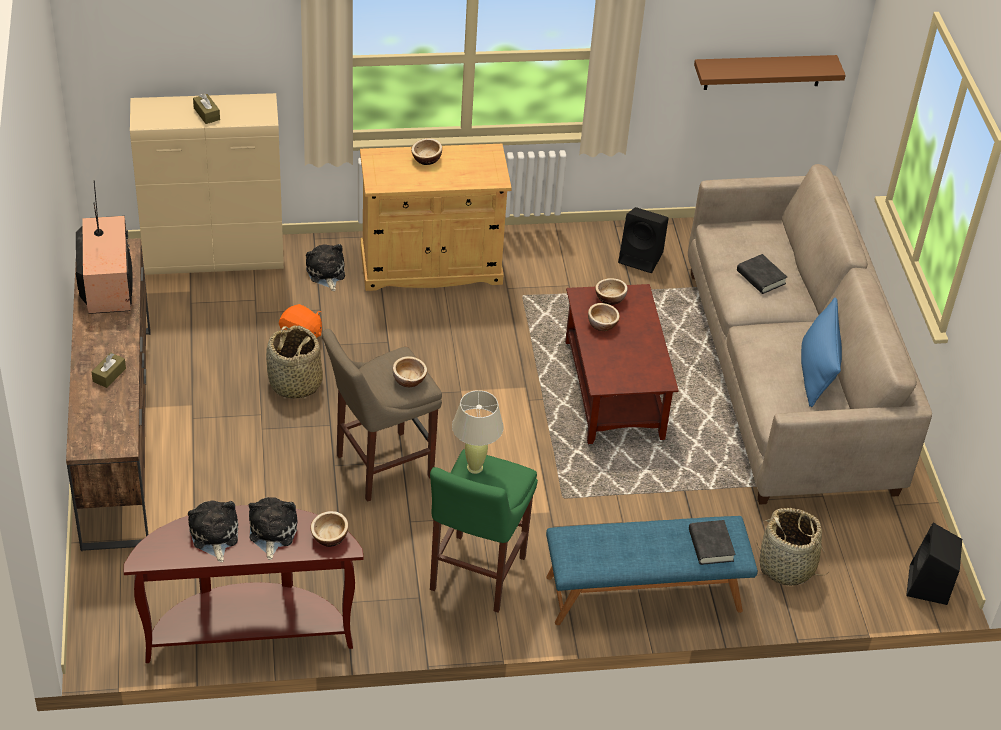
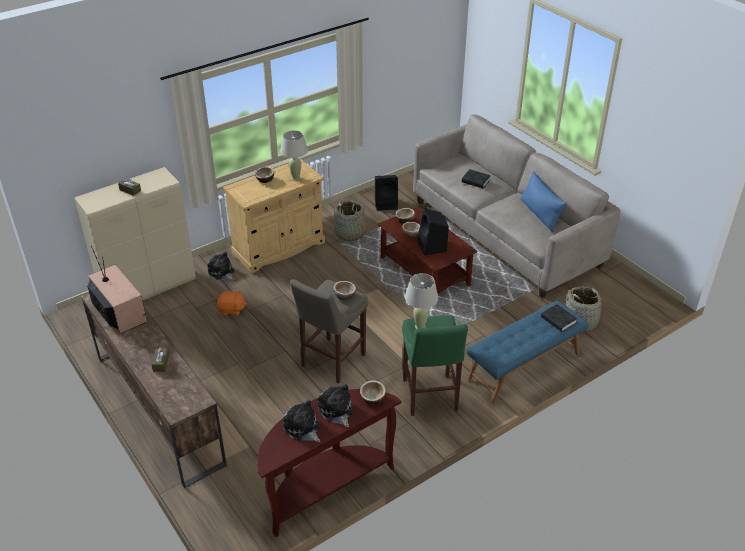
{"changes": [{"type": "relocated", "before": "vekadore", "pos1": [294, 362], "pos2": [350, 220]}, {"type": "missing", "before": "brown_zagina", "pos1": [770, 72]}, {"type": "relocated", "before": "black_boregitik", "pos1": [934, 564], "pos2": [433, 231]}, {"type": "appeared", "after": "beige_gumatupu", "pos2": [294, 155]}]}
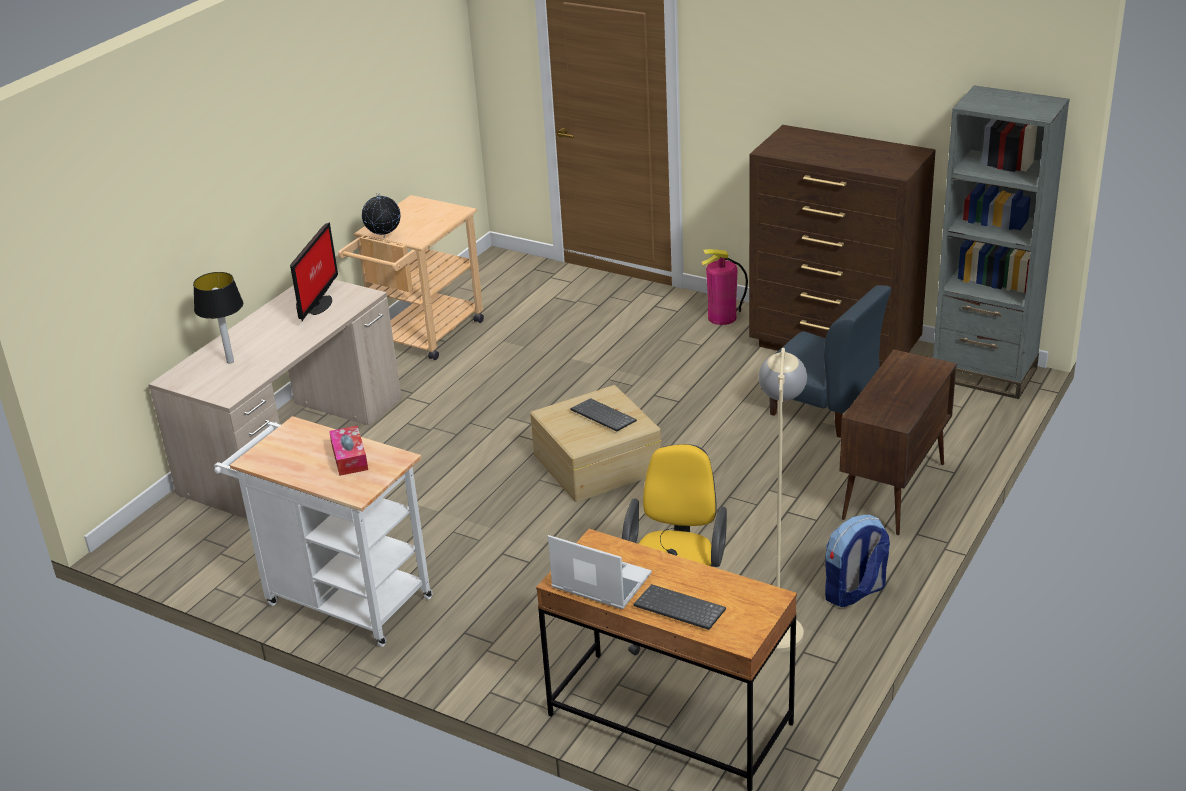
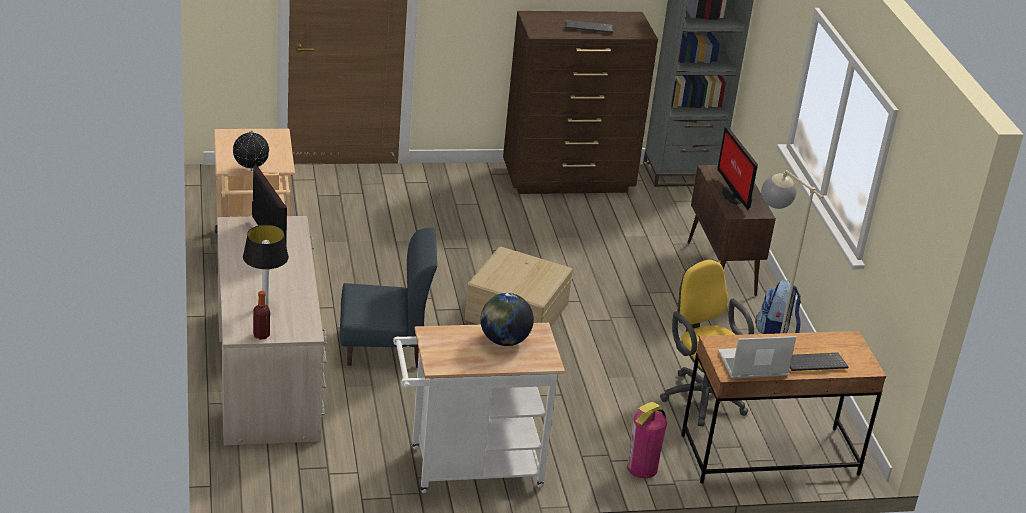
{"changes": [{"type": "exchanged", "before": "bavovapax", "after": "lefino", "pos1": [348, 451], "pos2": [507, 319]}, {"type": "relocated", "before": "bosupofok", "pos1": [603, 414], "pos2": [589, 26]}, {"type": "relocated", "before": "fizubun", "pos1": [724, 287], "pos2": [647, 440]}, {"type": "relocated", "before": "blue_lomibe", "pos1": [826, 361], "pos2": [388, 298]}, {"type": "appeared", "after": "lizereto", "pos2": [261, 315]}, {"type": "appeared", "after": "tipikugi", "pos2": [737, 168]}]}
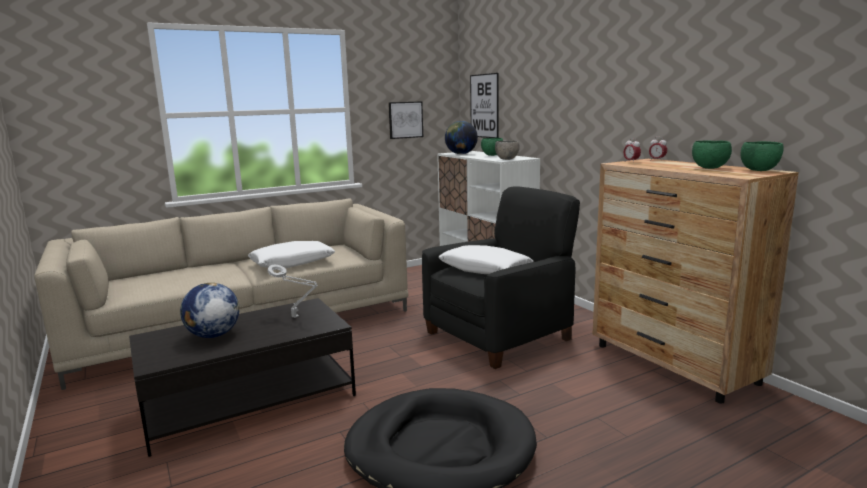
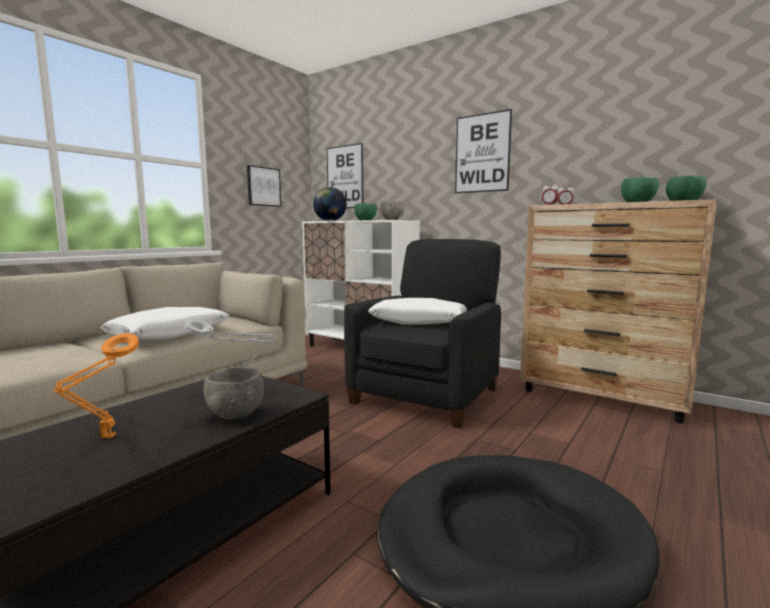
{"changes": [{"type": "exchanged", "before": "lefino", "after": "orange_gumatupu", "pos1": [209, 310], "pos2": [96, 386]}, {"type": "appeared", "after": "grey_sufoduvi", "pos2": [234, 393]}, {"type": "appeared", "after": "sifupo", "pos2": [483, 151]}]}
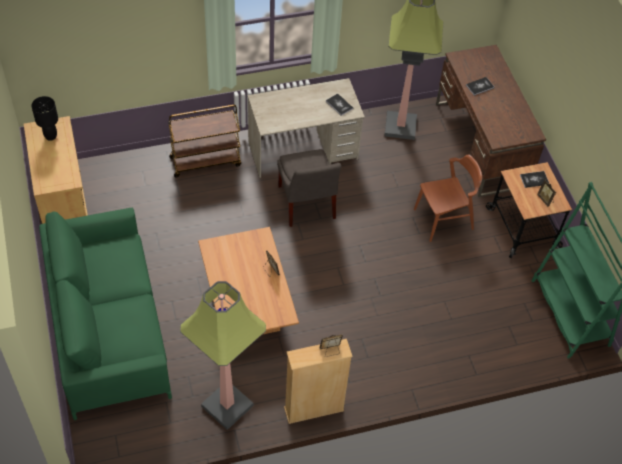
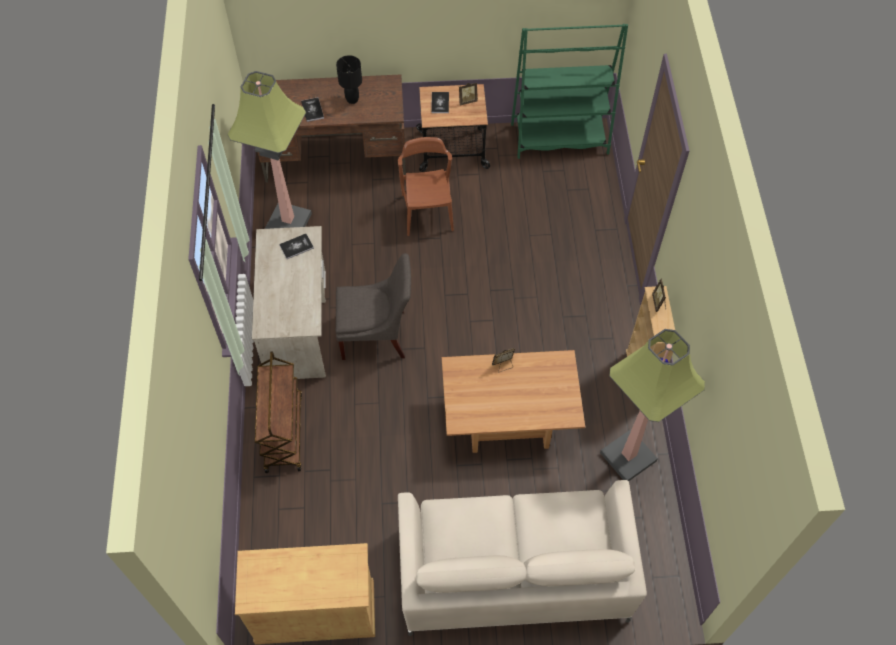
{"changes": [{"type": "relocated", "before": "black_gumatupu", "pos1": [44, 118], "pos2": [349, 79]}, {"type": "colour", "before": "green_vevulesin", "after": "beige_vevulesin", "pos1": [105, 314], "pos2": [522, 558]}]}
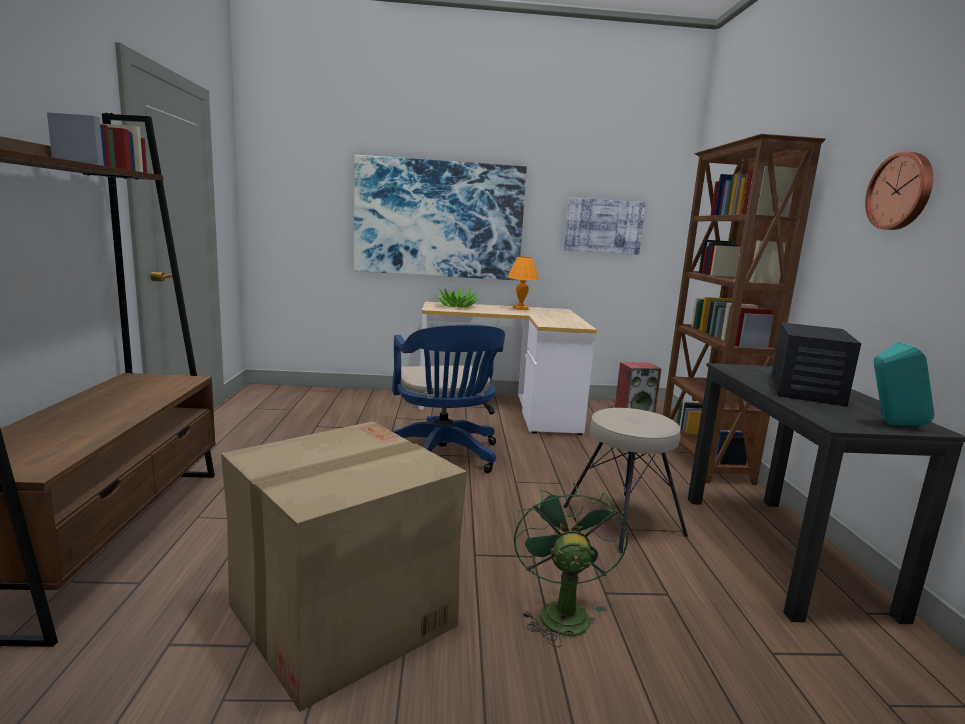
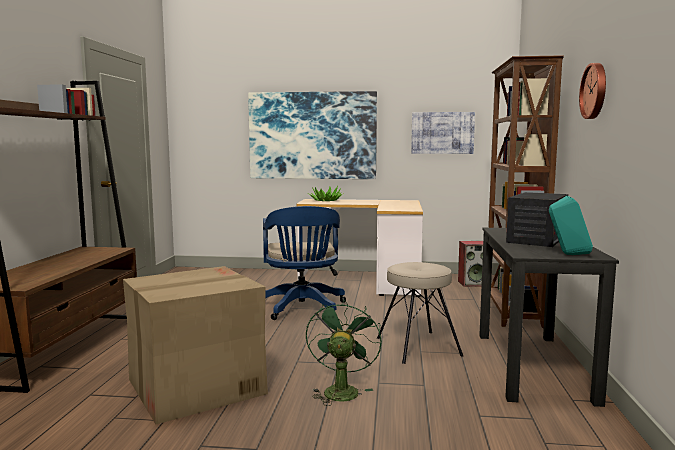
{"changes": [{"type": "missing", "before": "orange_gumatupu", "pos1": [523, 283]}]}
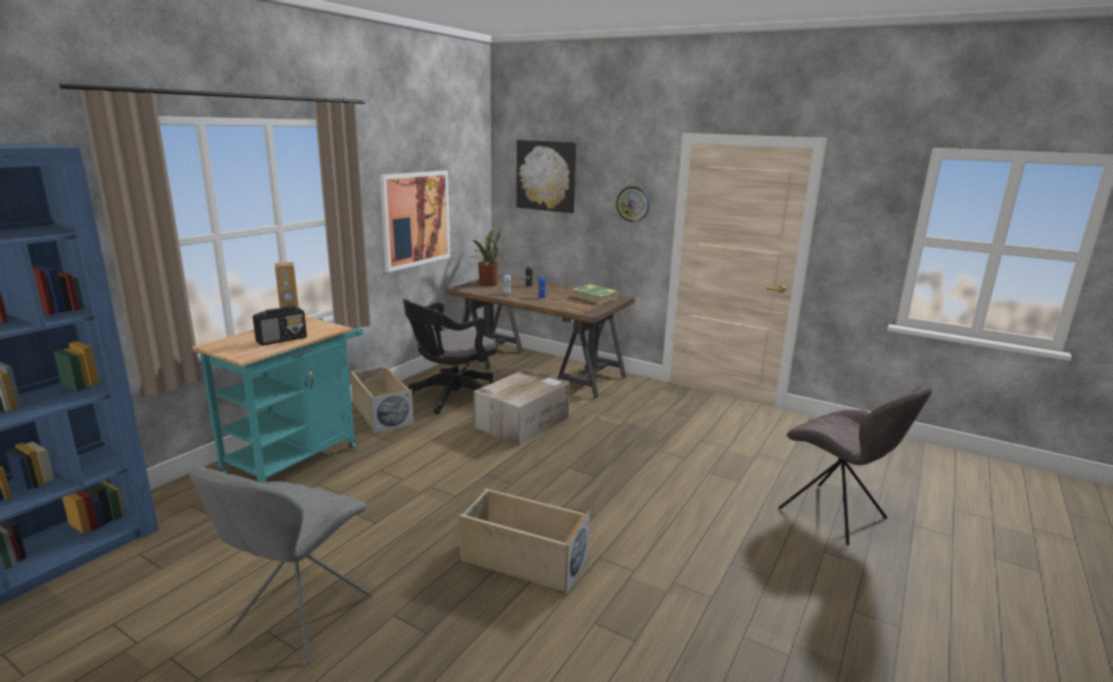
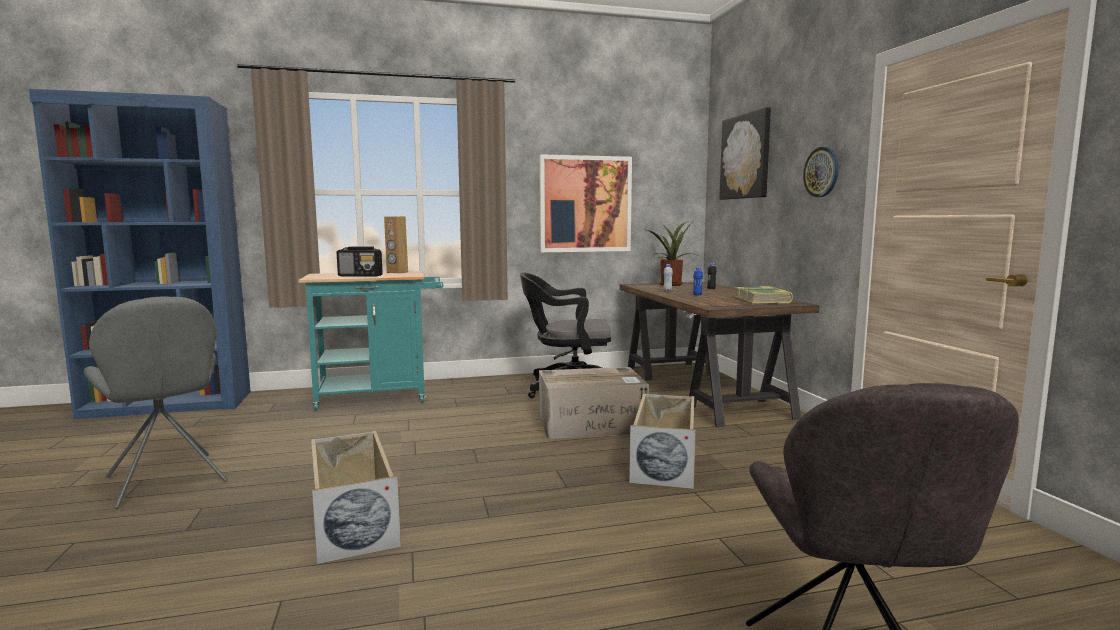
{"changes": [{"type": "spun", "before": "grey_lomibe", "pos1": [280, 565], "pos2": [156, 402], "turn": -105}, {"type": "relocated", "before": "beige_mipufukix", "pos1": [382, 399], "pos2": [662, 441]}]}
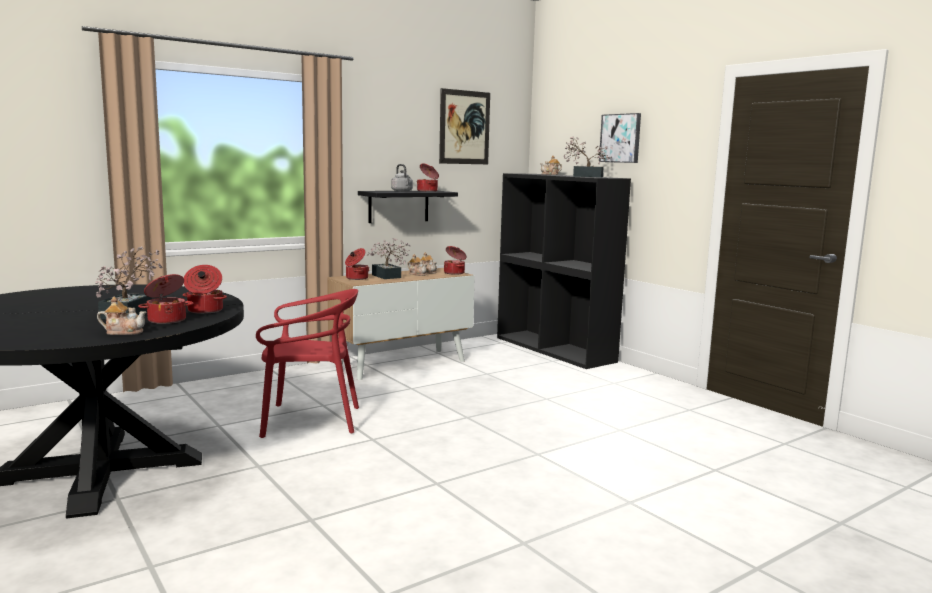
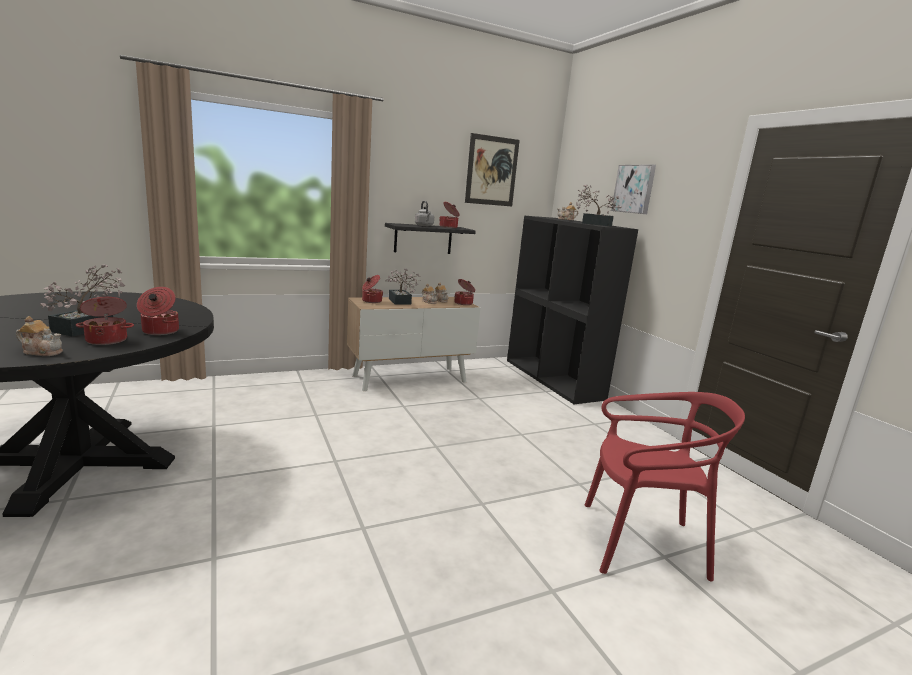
{"changes": [{"type": "relocated", "before": "red_lomibe", "pos1": [307, 363], "pos2": [665, 486]}]}
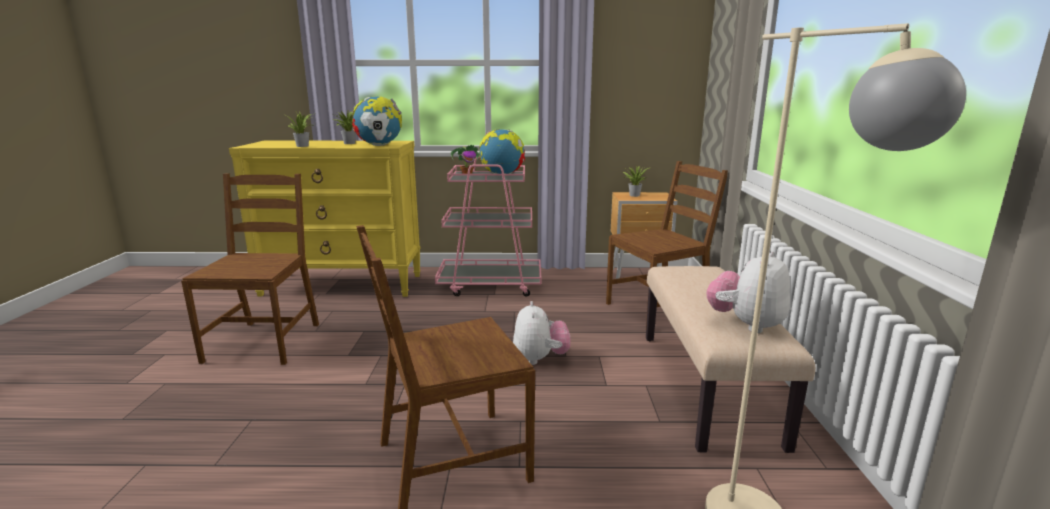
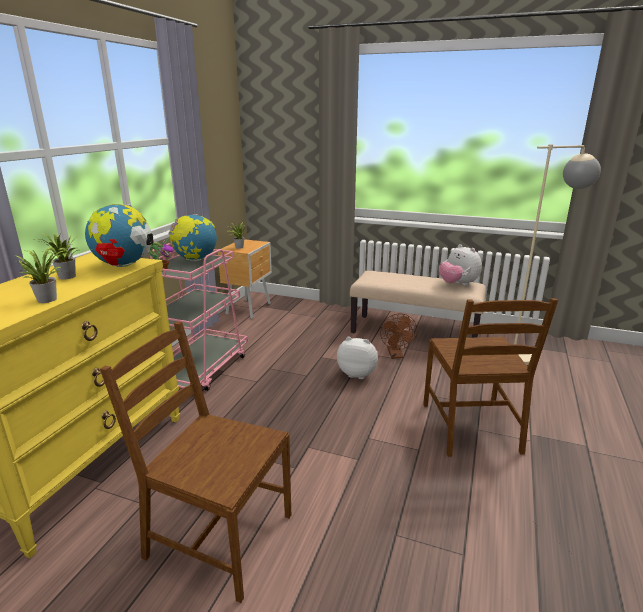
{"changes": [{"type": "missing", "before": "brown_lomibe", "pos1": [667, 242]}, {"type": "appeared", "after": "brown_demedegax", "pos2": [398, 336]}]}
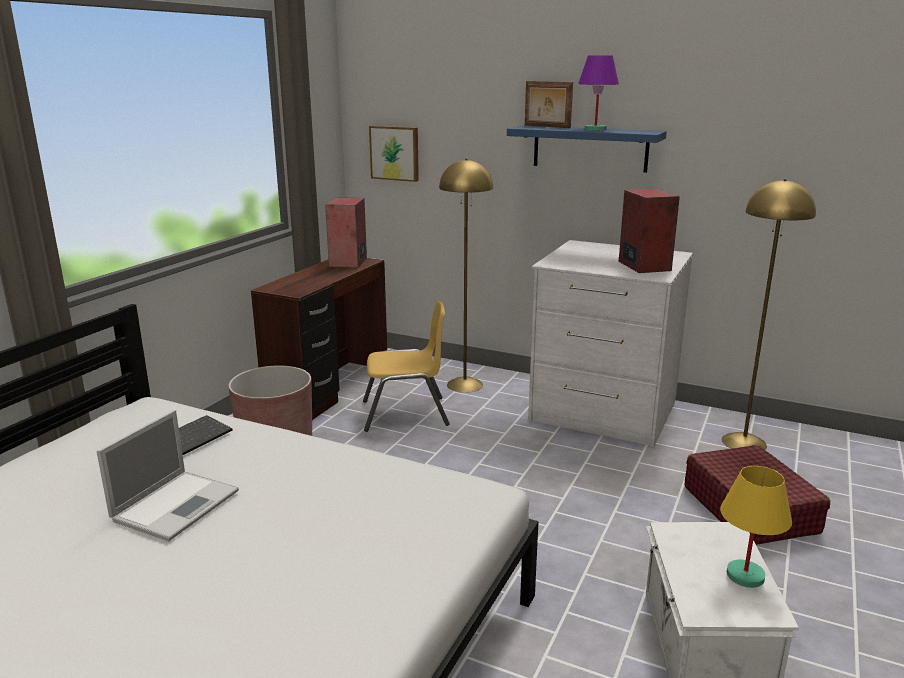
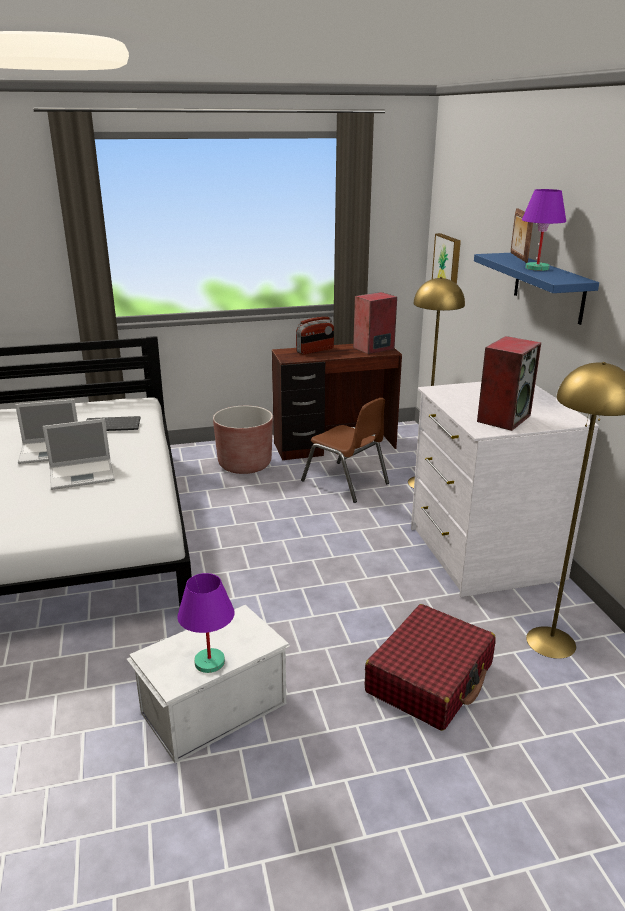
{"changes": [{"type": "colour", "before": "yellow_lomibe", "after": "brown_lomibe", "pos1": [406, 366], "pos2": [345, 450]}, {"type": "colour", "before": "yellow_gumatupu", "after": "purple_gumatupu", "pos1": [756, 527], "pos2": [206, 623]}, {"type": "appeared", "after": "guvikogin", "pos2": [79, 454]}, {"type": "appeared", "after": "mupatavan", "pos2": [315, 336]}]}
